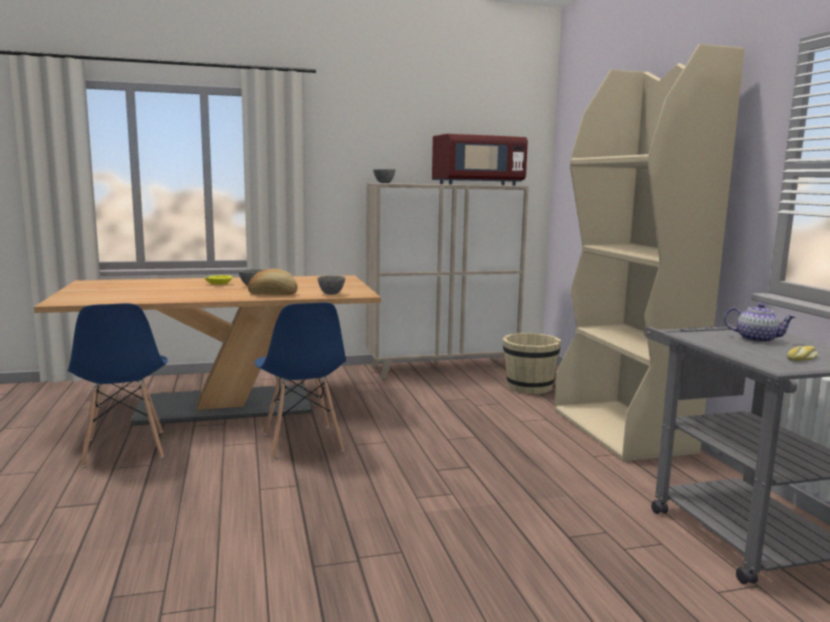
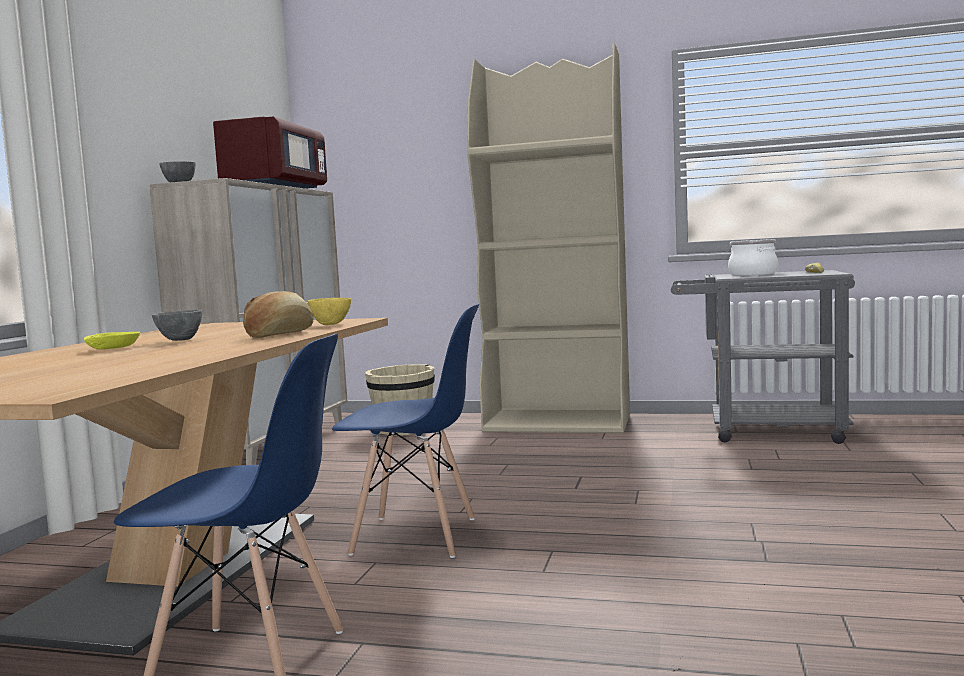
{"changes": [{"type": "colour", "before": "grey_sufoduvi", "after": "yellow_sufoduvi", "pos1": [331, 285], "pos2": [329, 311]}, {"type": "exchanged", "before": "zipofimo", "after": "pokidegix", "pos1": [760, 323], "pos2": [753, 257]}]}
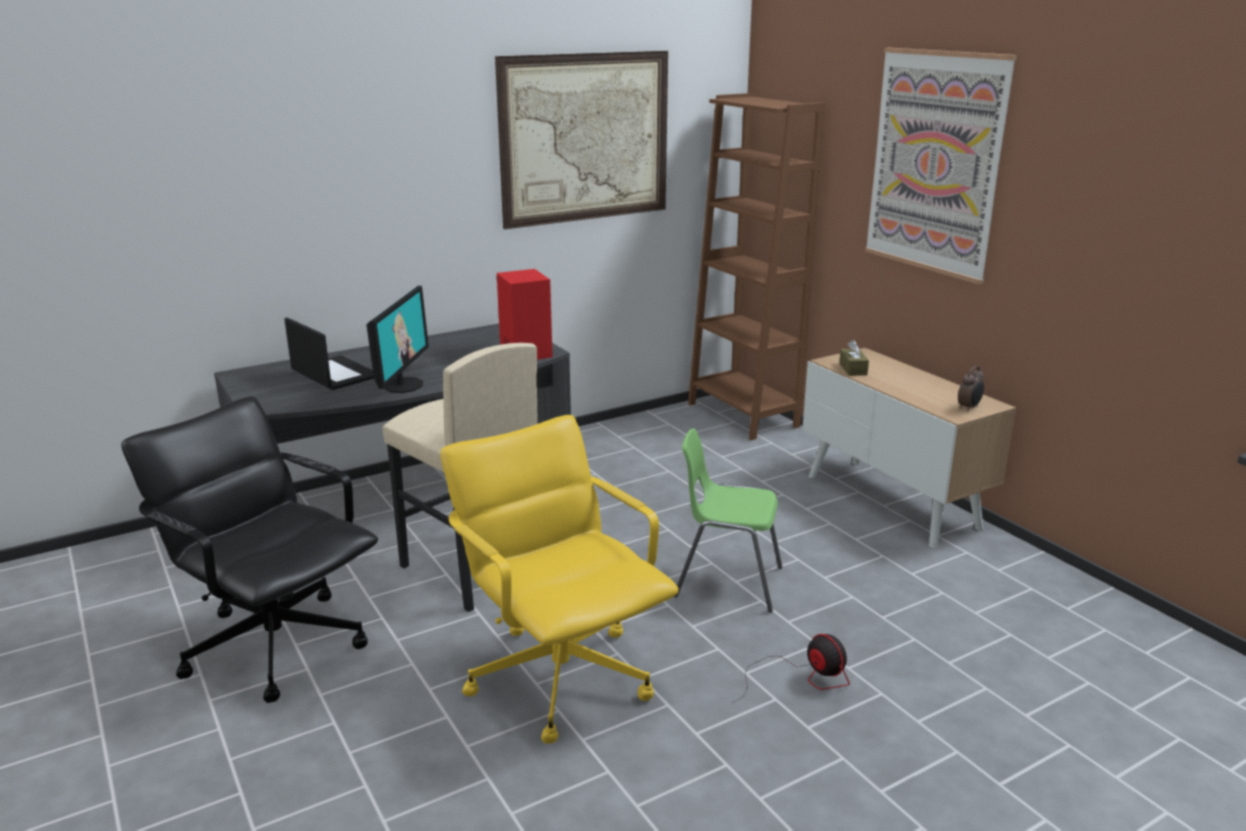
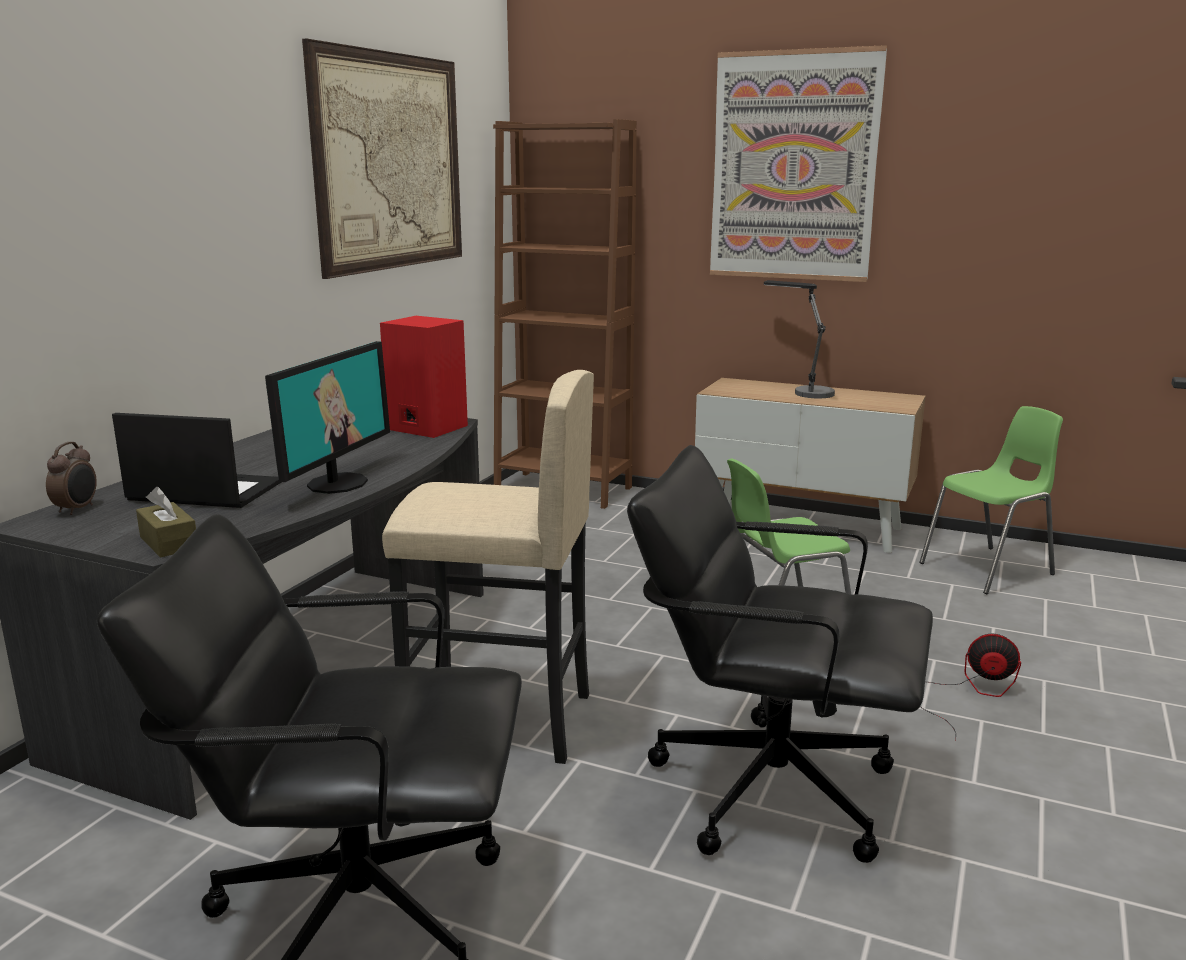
{"changes": [{"type": "spun", "before": "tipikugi", "pos1": [398, 339], "pos2": [327, 417], "turn": 45}, {"type": "colour", "before": "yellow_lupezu", "after": "black_lupezu", "pos1": [559, 579], "pos2": [780, 654]}, {"type": "relocated", "before": "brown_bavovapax", "pos1": [854, 358], "pos2": [166, 522]}, {"type": "relocated", "before": "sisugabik", "pos1": [971, 388], "pos2": [71, 478]}, {"type": "appeared", "after": "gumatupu", "pos2": [799, 339]}, {"type": "appeared", "after": "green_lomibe", "pos2": [991, 500]}]}
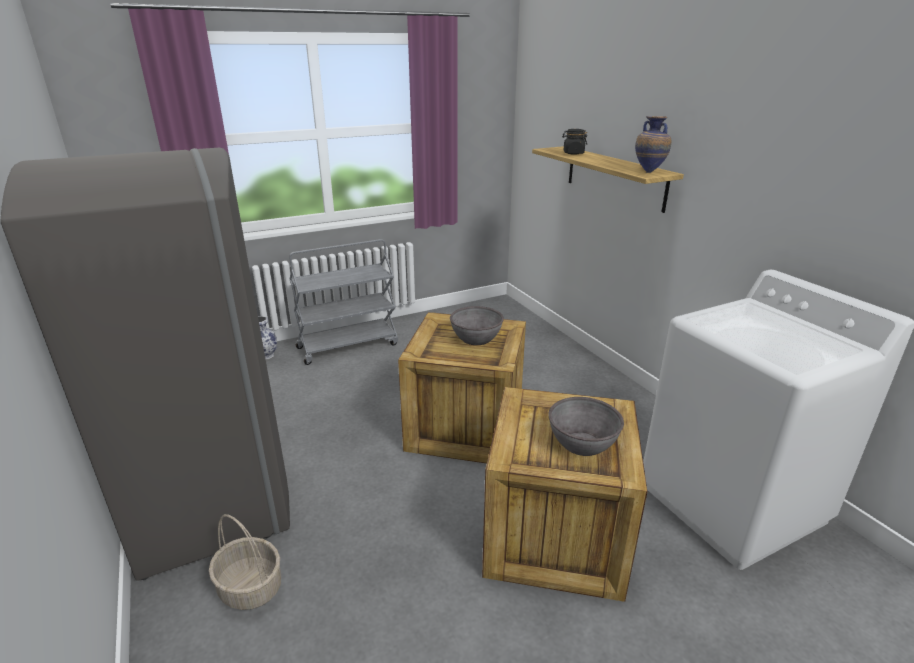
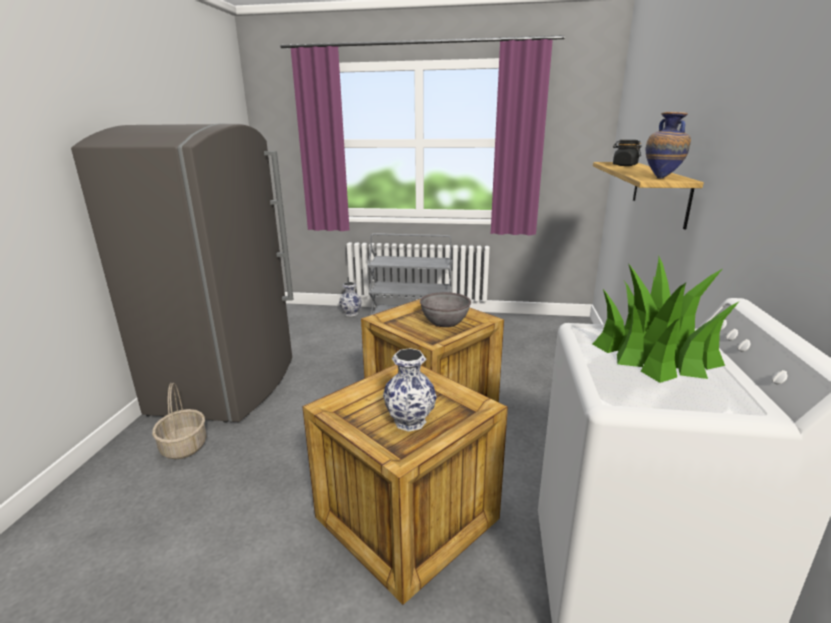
{"changes": [{"type": "exchanged", "before": "grey_sufoduvi", "after": "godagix", "pos1": [586, 426], "pos2": [410, 389]}, {"type": "appeared", "after": "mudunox", "pos2": [666, 320]}]}
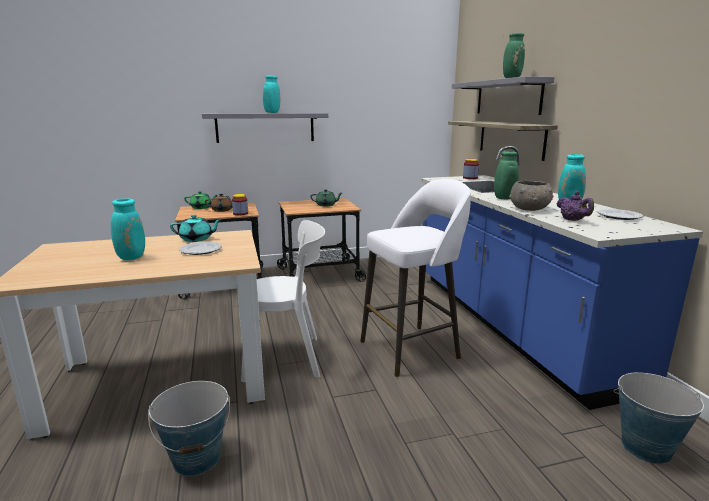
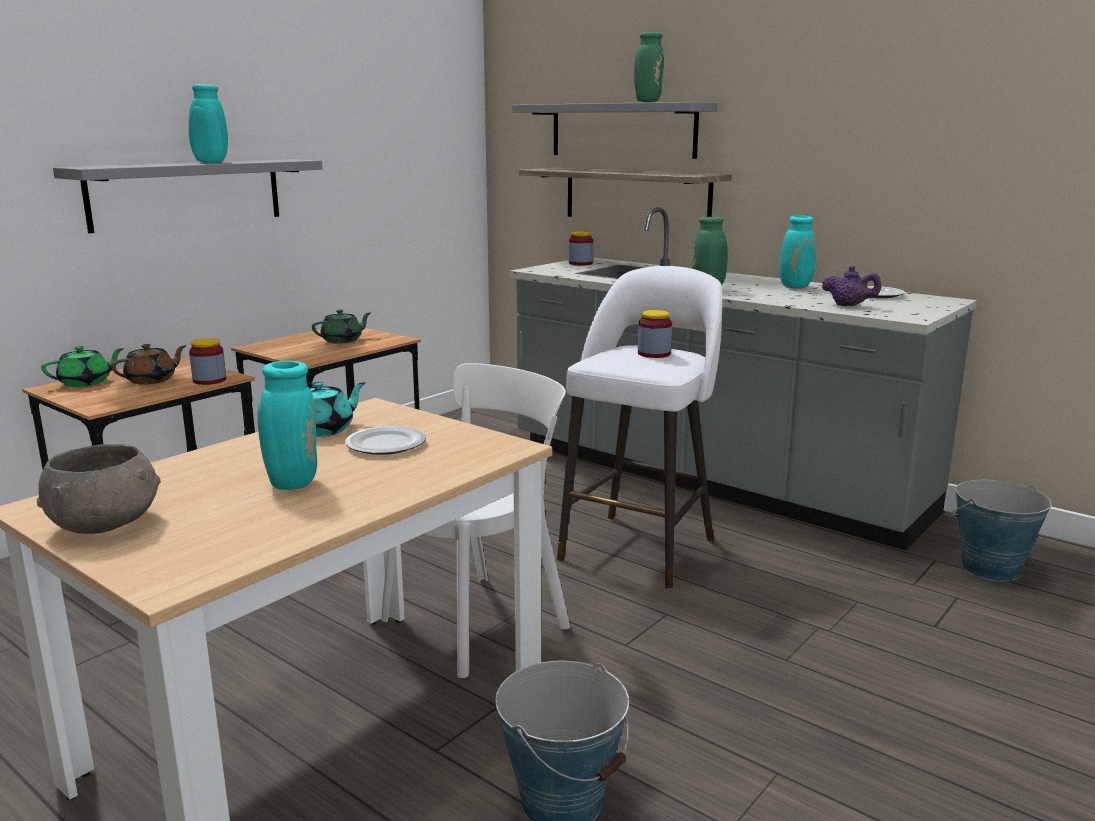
{"changes": [{"type": "colour", "before": "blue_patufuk", "after": "grey_patufuk", "pos1": [562, 278], "pos2": [743, 378]}, {"type": "relocated", "before": "grey_sufoduvi", "pos1": [531, 196], "pos2": [99, 489]}, {"type": "appeared", "after": "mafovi", "pos2": [655, 334]}]}
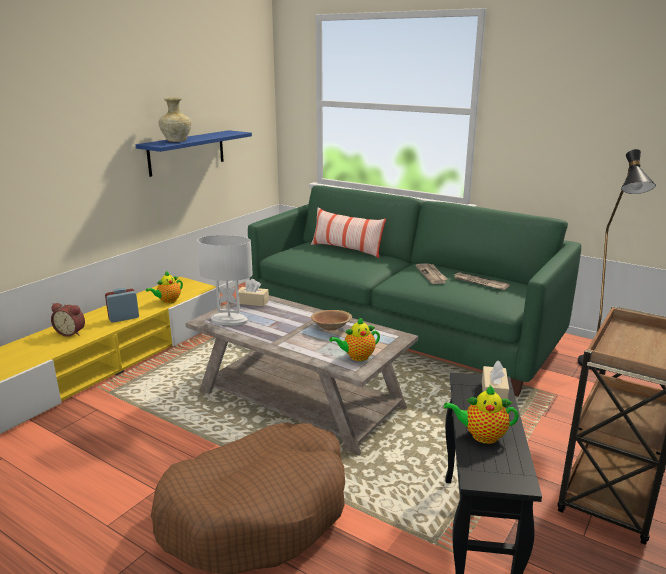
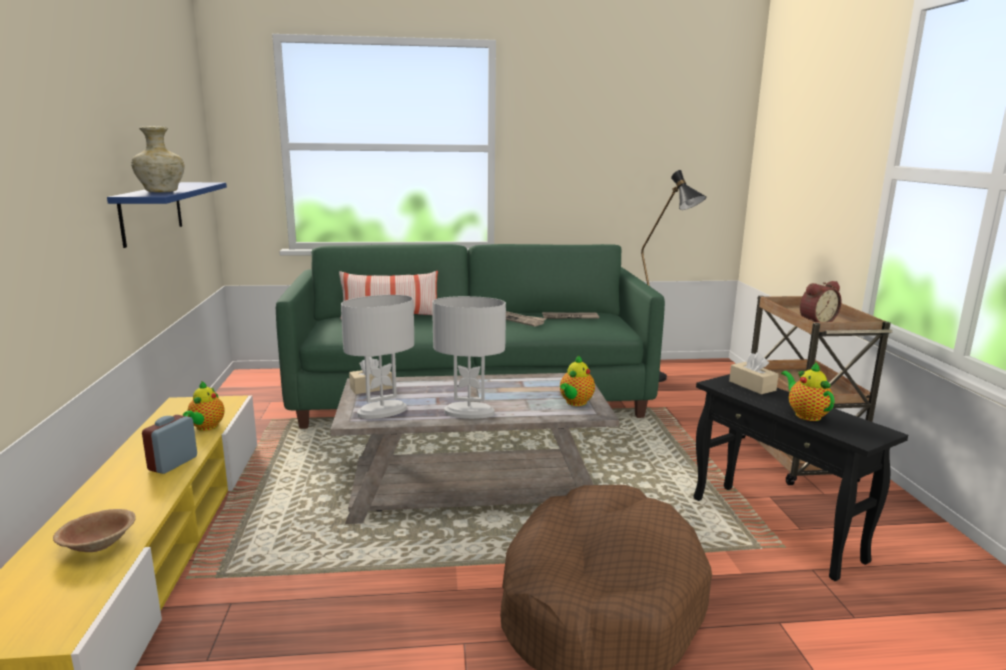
{"changes": [{"type": "relocated", "before": "sisugabik", "pos1": [68, 320], "pos2": [821, 301]}, {"type": "relocated", "before": "brown_sufoduvi", "pos1": [331, 320], "pos2": [94, 530]}, {"type": "spun", "before": "zipofimo", "pos1": [481, 414], "pos2": [808, 391], "turn": 105}, {"type": "appeared", "after": "white_gumatupu", "pos2": [469, 357]}]}
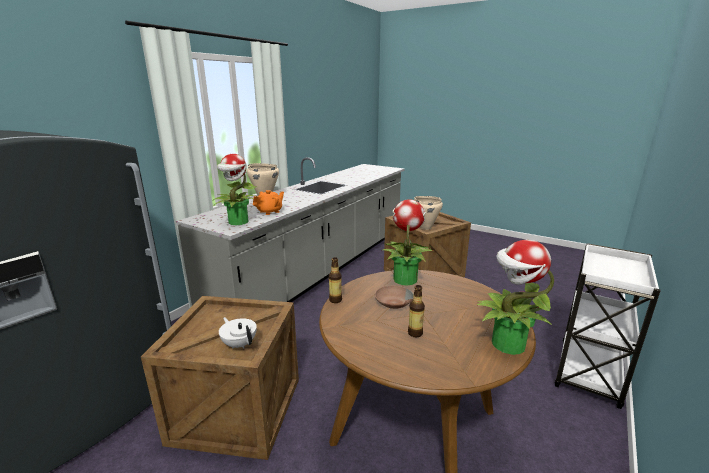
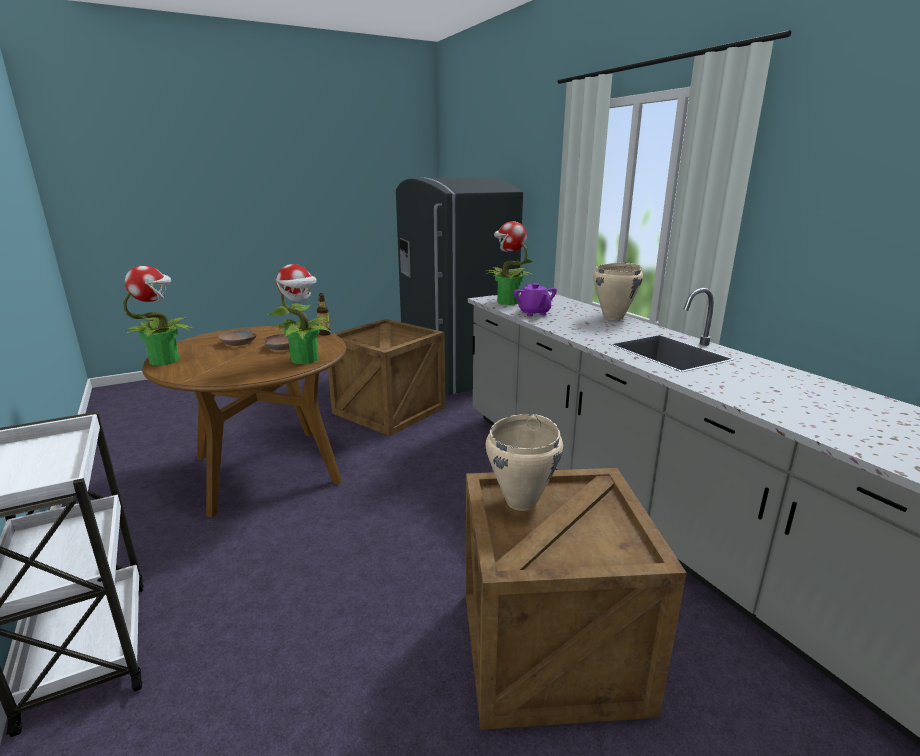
{"changes": [{"type": "missing", "before": "white_zipofimo", "pos1": [238, 333]}, {"type": "colour", "before": "orange_zipofimo", "after": "purple_zipofimo", "pos1": [268, 202], "pos2": [535, 299]}, {"type": "exchanged", "before": "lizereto", "after": "brown_sufoduvi", "pos1": [416, 311], "pos2": [238, 338]}]}
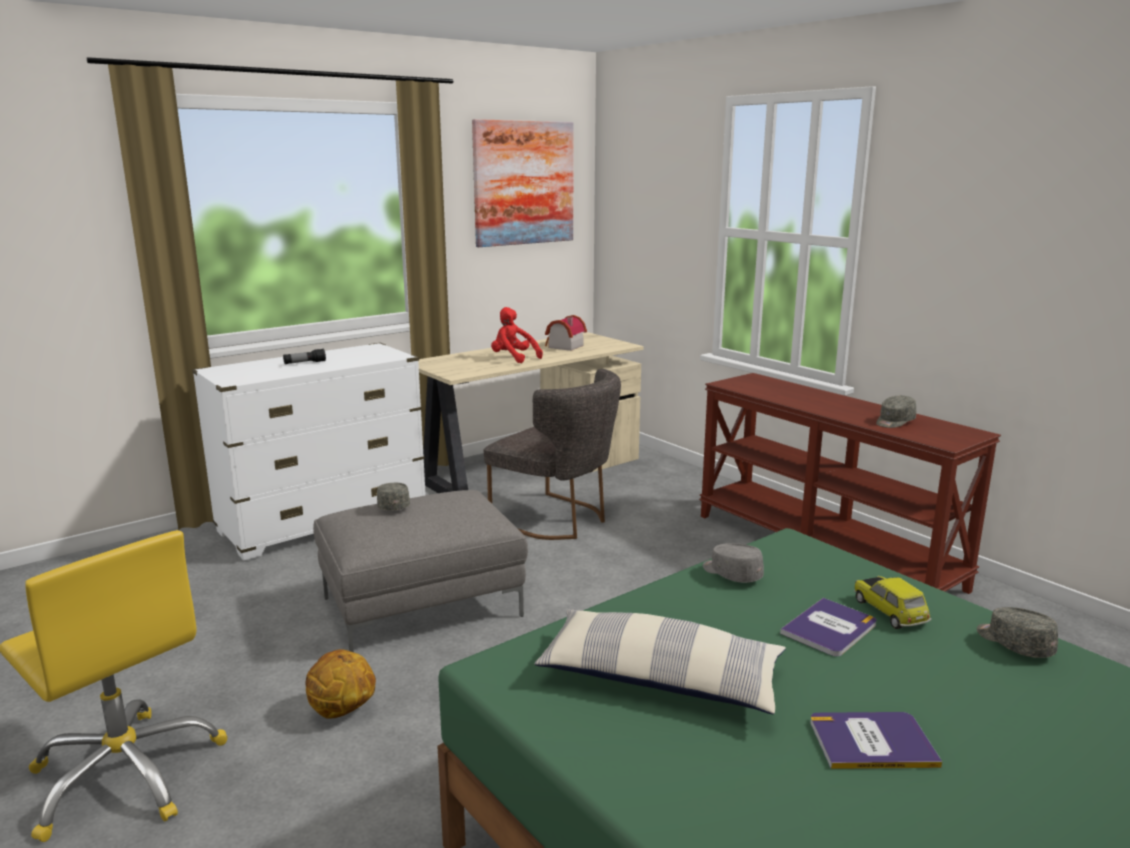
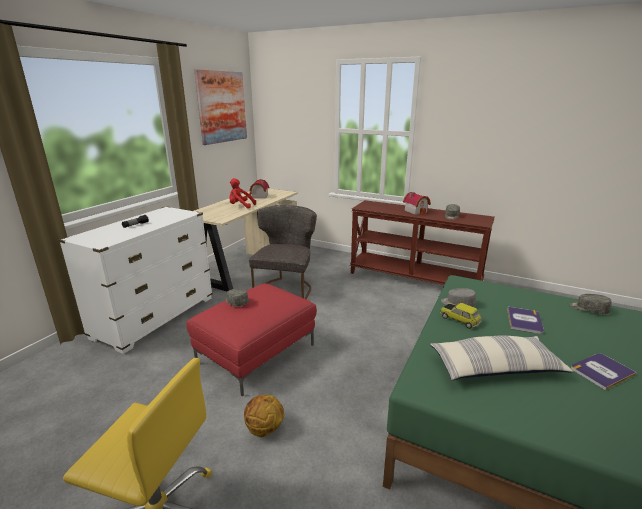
{"changes": [{"type": "colour", "before": "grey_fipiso", "after": "red_fipiso", "pos1": [420, 571], "pos2": [252, 339]}, {"type": "spun", "before": "grey_lomibe", "pos1": [552, 454], "pos2": [283, 252], "turn": -90}, {"type": "relocated", "before": "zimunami", "pos1": [892, 602], "pos2": [461, 316]}, {"type": "appeared", "after": "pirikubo", "pos2": [417, 203]}]}
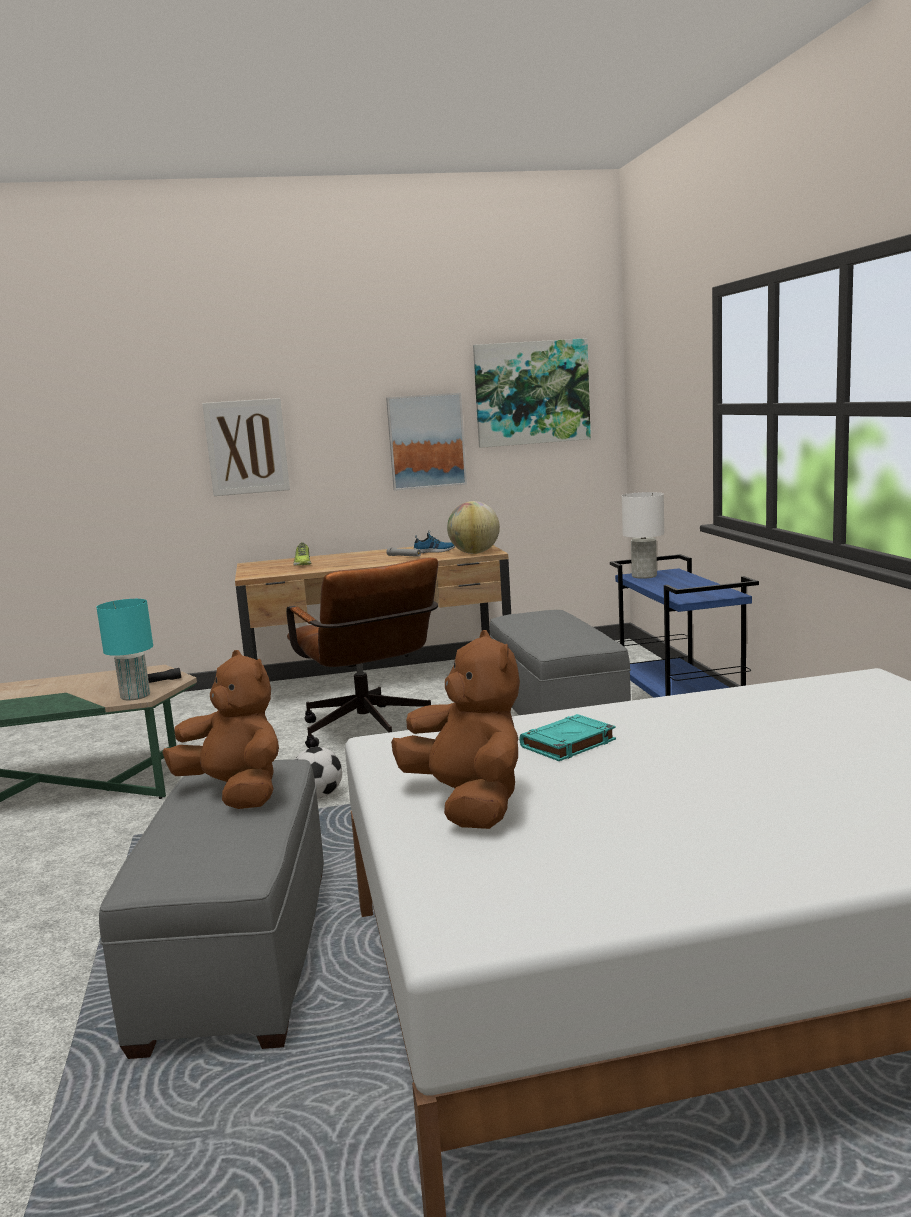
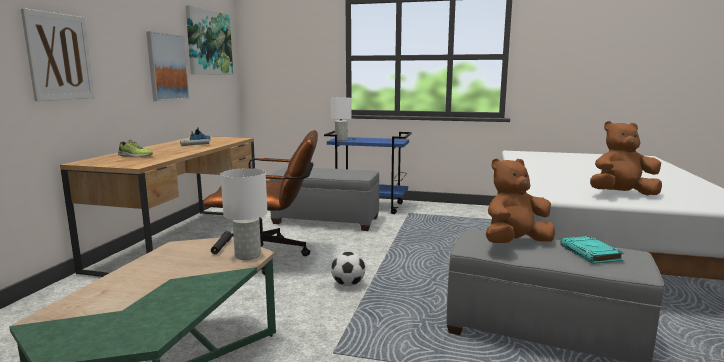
{"changes": [{"type": "colour", "before": "turquoise_gumatupu", "after": "white_gumatupu", "pos1": [124, 649], "pos2": [244, 214]}, {"type": "missing", "before": "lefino", "pos1": [473, 527]}, {"type": "relocated", "before": "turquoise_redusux", "pos1": [567, 737], "pos2": [592, 250]}]}
